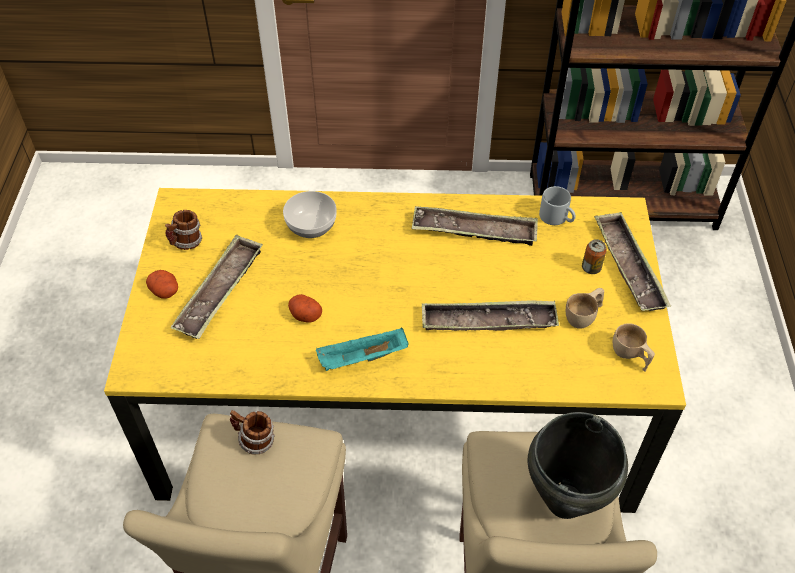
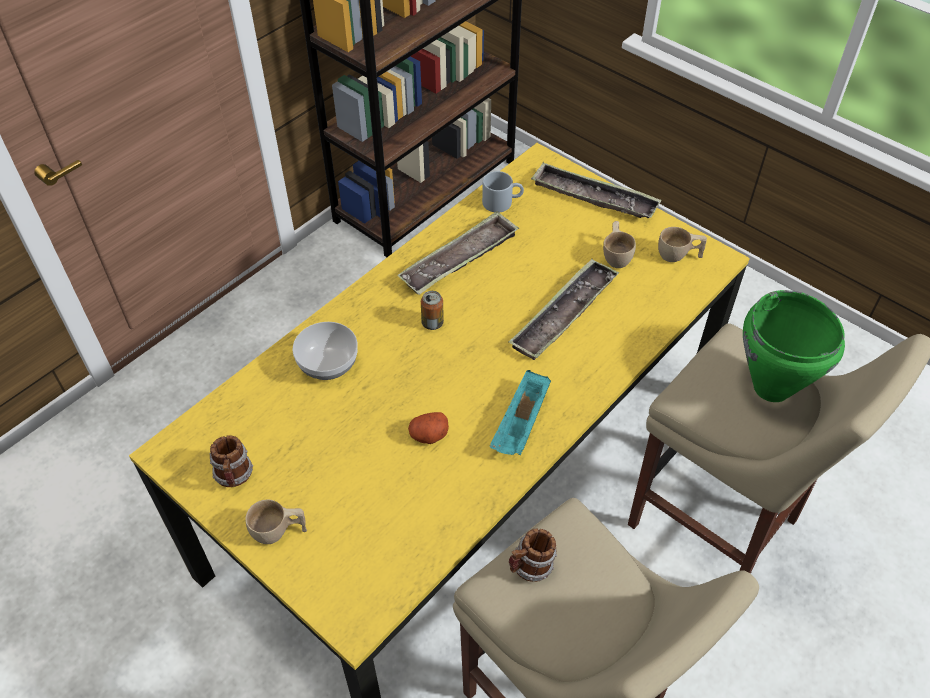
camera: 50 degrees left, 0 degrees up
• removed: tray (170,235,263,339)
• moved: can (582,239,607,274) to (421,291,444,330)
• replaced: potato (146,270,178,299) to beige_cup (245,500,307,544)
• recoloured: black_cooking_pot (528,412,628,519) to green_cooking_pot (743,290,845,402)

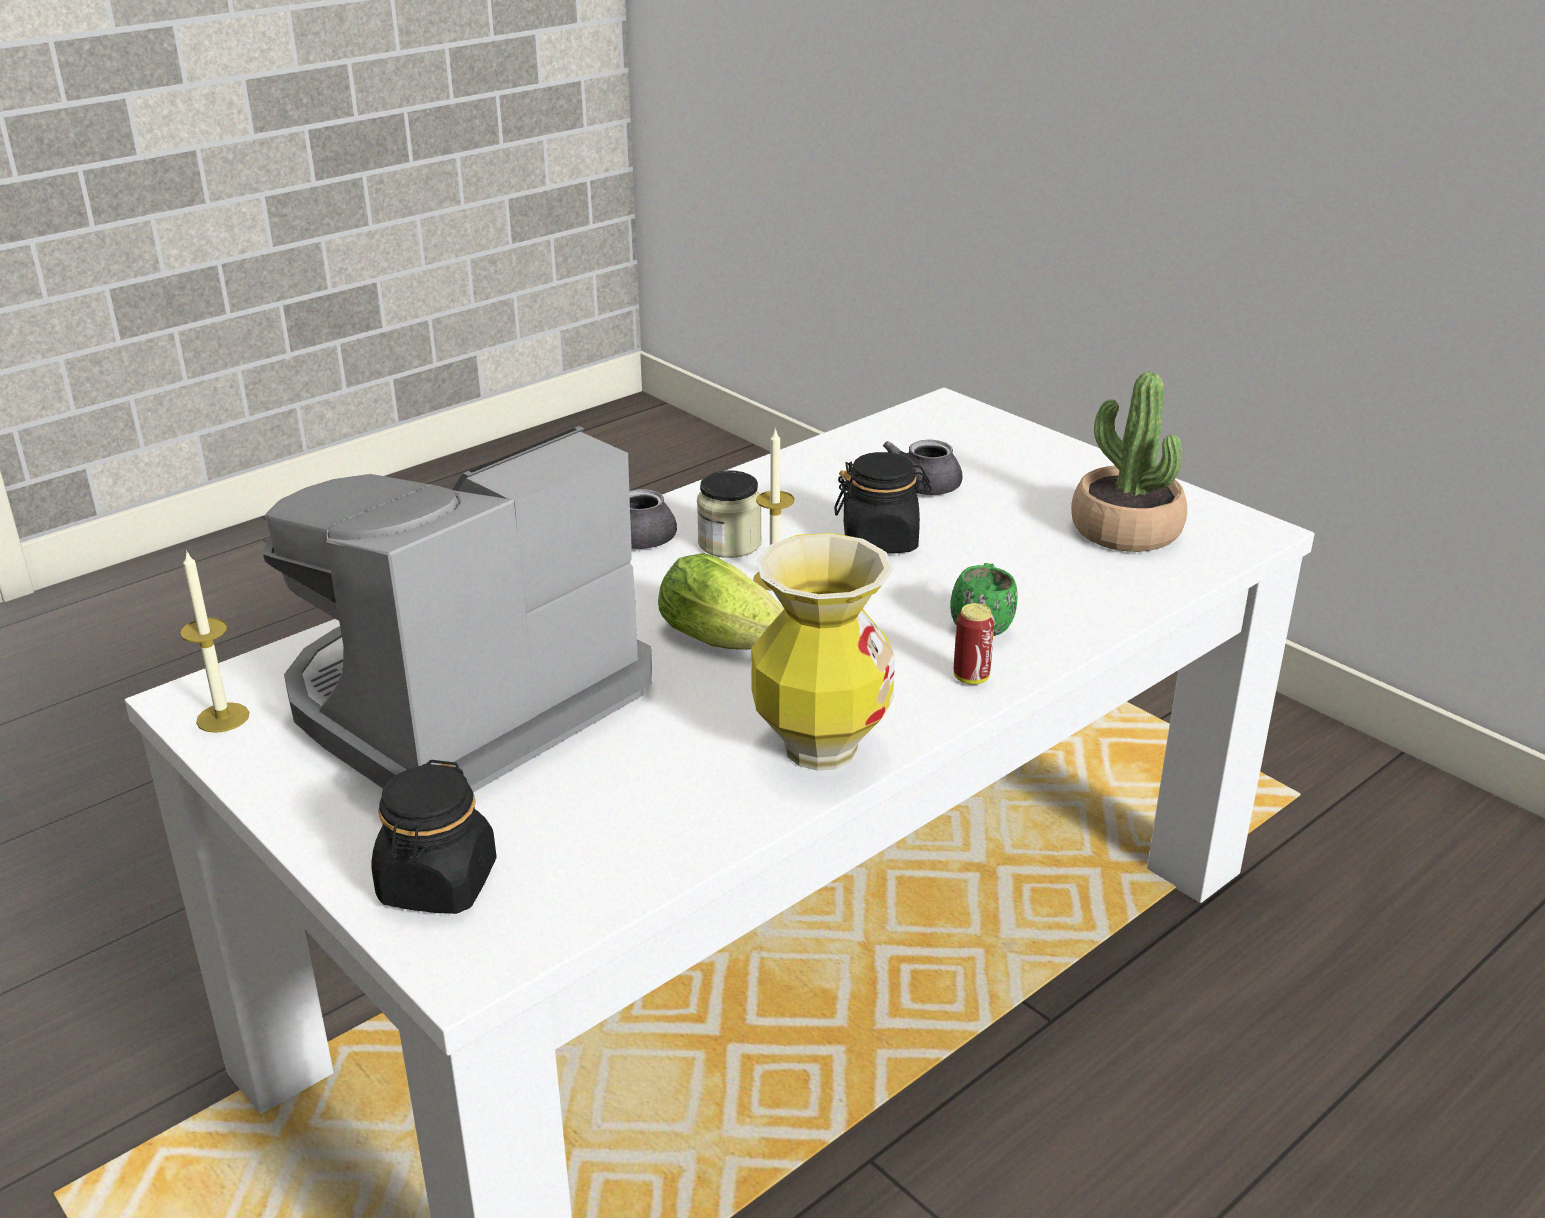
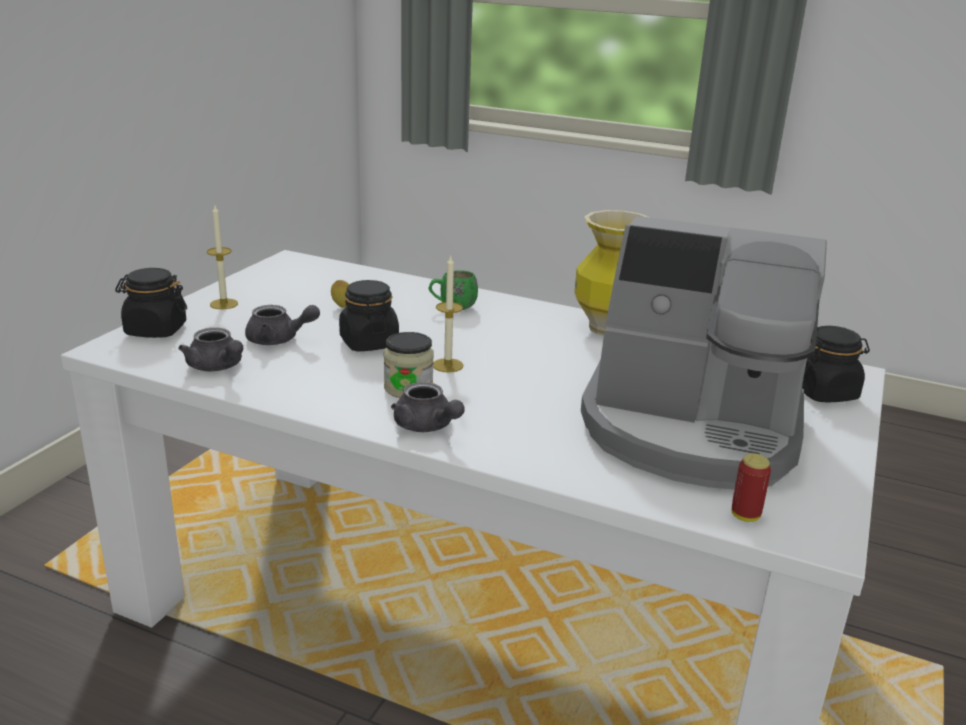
camera: 115 degrees left, 5 degrees down
• removed: lettuce (658,553,784,650)
• removed: potted_plant (1071,372,1187,552)
• added: black_jar (115,268,187,338)
• added: grey_teapot (178,328,243,371)
• added: lemon (331,280,349,308)
• moved: candle (180,550,249,733) to (207,205,238,310)
• moved: can (954,603,995,685) to (732,453,771,522)

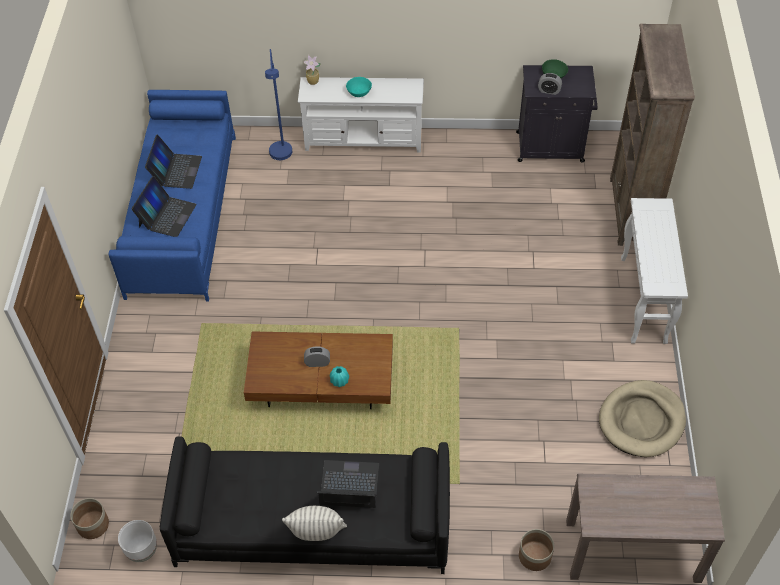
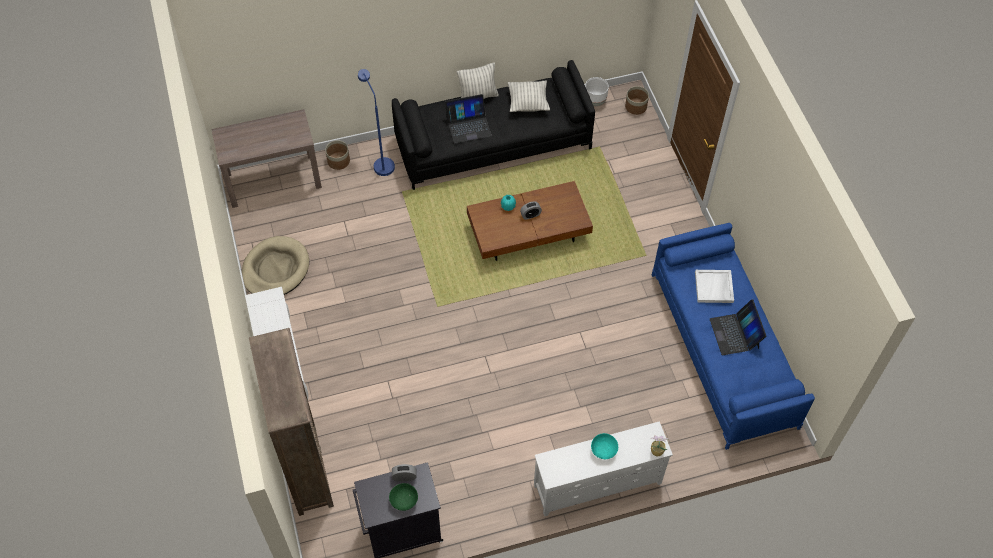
camera: 160 degrees right, 5 degrees up
• added: pillow (508,80,550,112)
• moved: blue_floor_lamp (265,49,292,160) to (358,69,395,176)
• replaced: laptop (131,176,197,237) to white_tray (695,270,734,303)

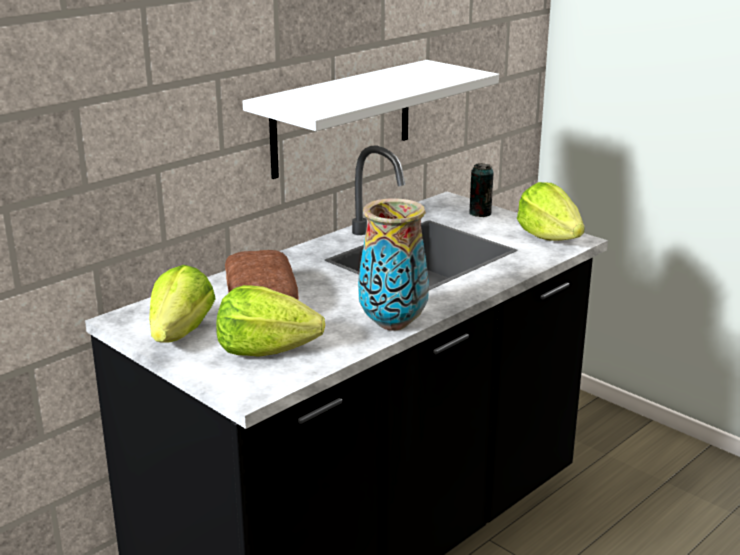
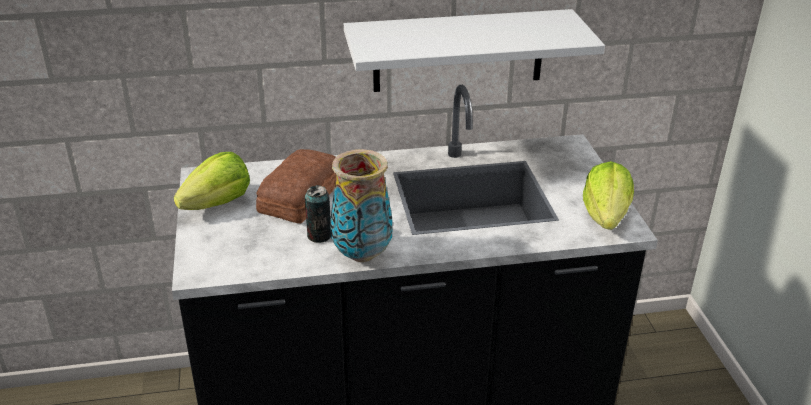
camera: 35 degrees right, 10 degrees up
• removed: lettuce (216,285,325,357)
• moved: can (469,163,493,217) to (305,185,331,243)

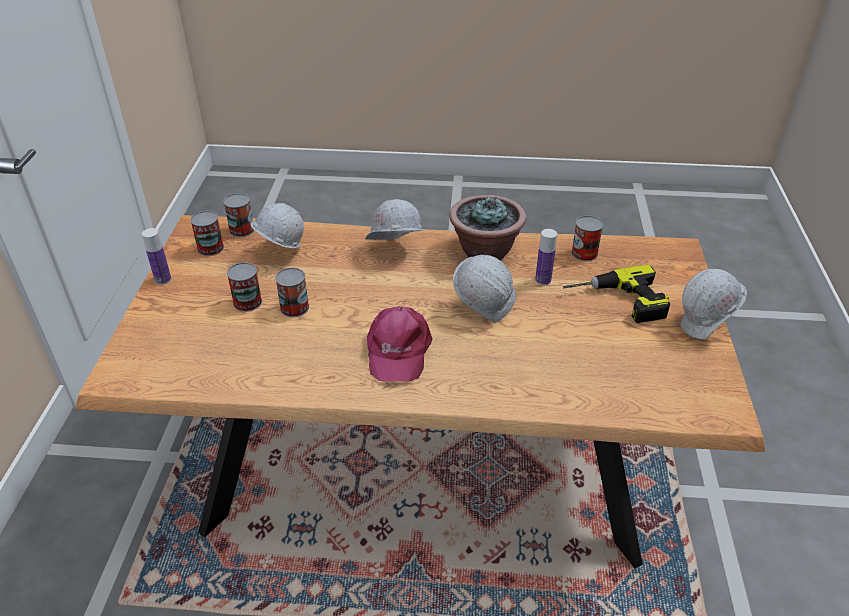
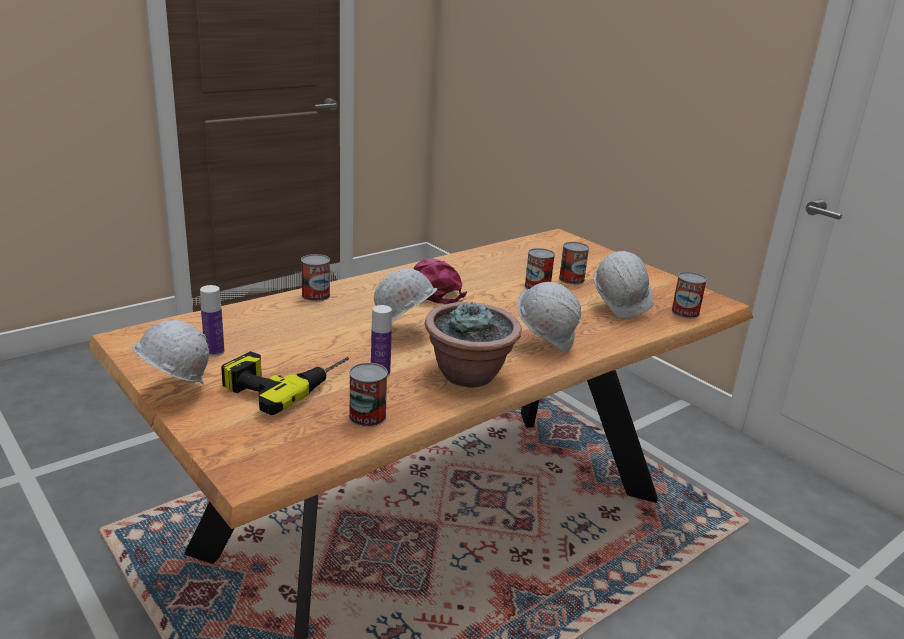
camera: 135 degrees right, 15 degrees down
• moved: bottle (142,228,171,285) to (200,285,224,357)
• moved: can (190,211,224,256) to (301,254,330,302)

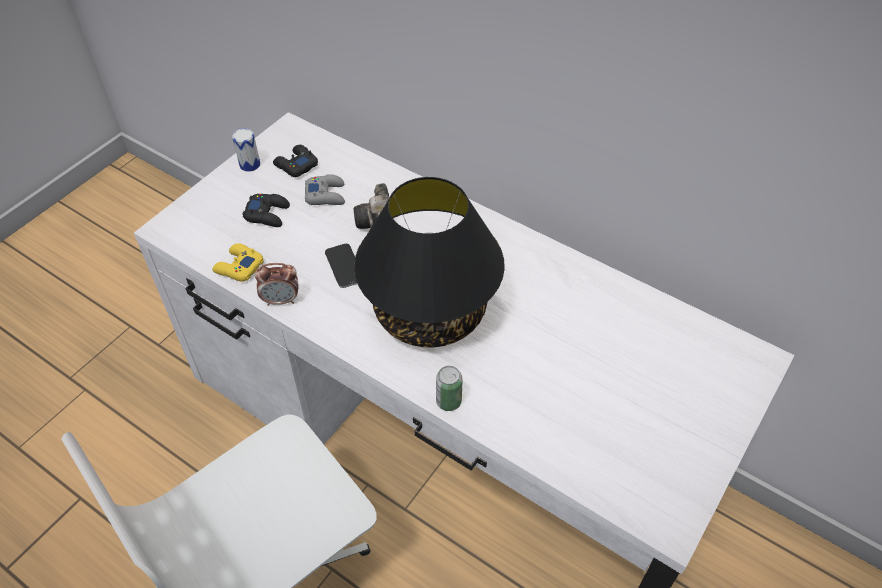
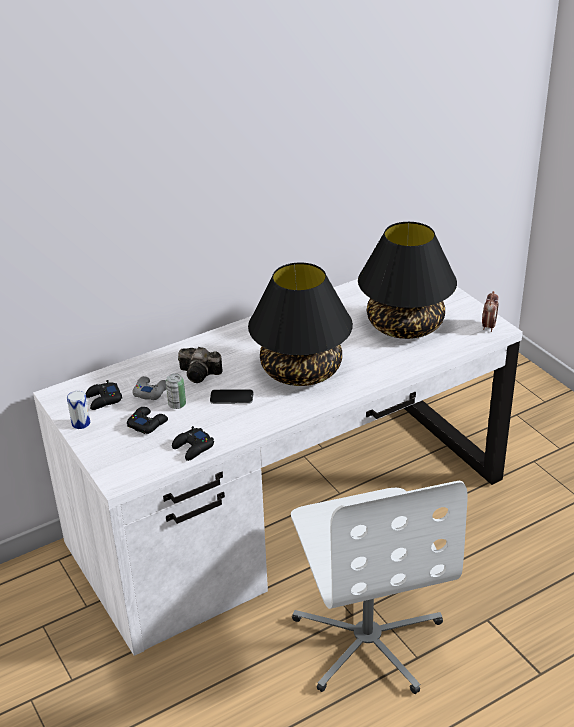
camera: 65 degrees left, 15 degrees down
• added: black_table_lamp (358,222,457,339)
• moved: alarm_clock (255,263,299,306) to (482,291,499,332)
• moved: can (436,366,463,411) to (166,373,186,409)
• recoloured: yellow_game_controller (212,243,264,282) to black_game_controller (172,426,214,461)

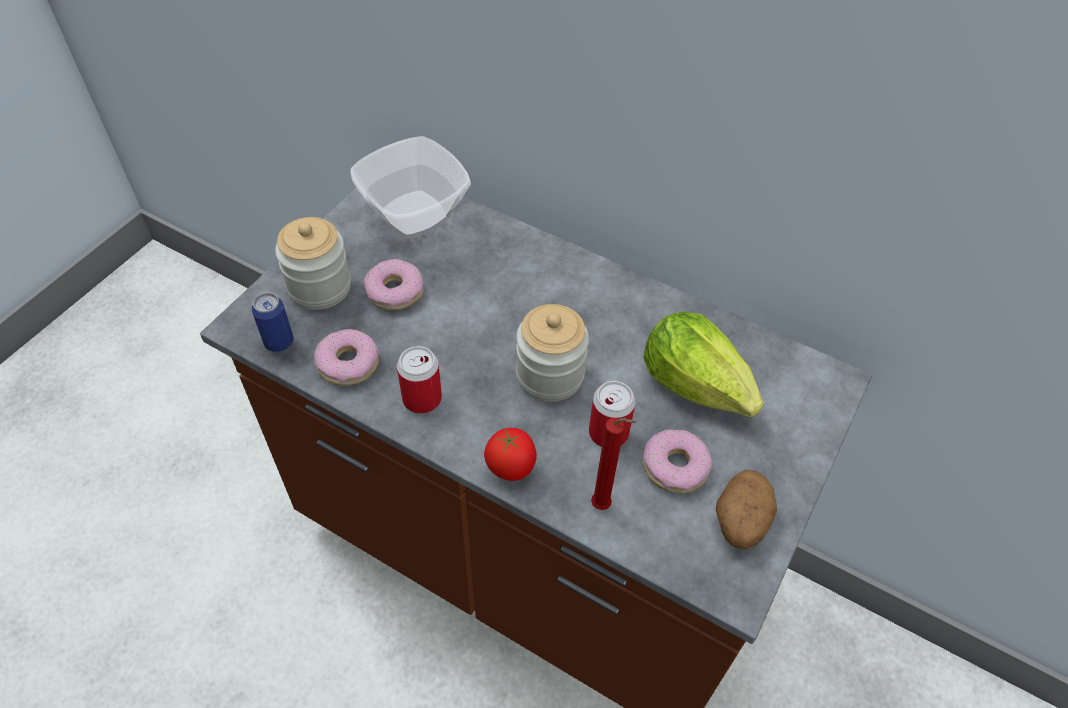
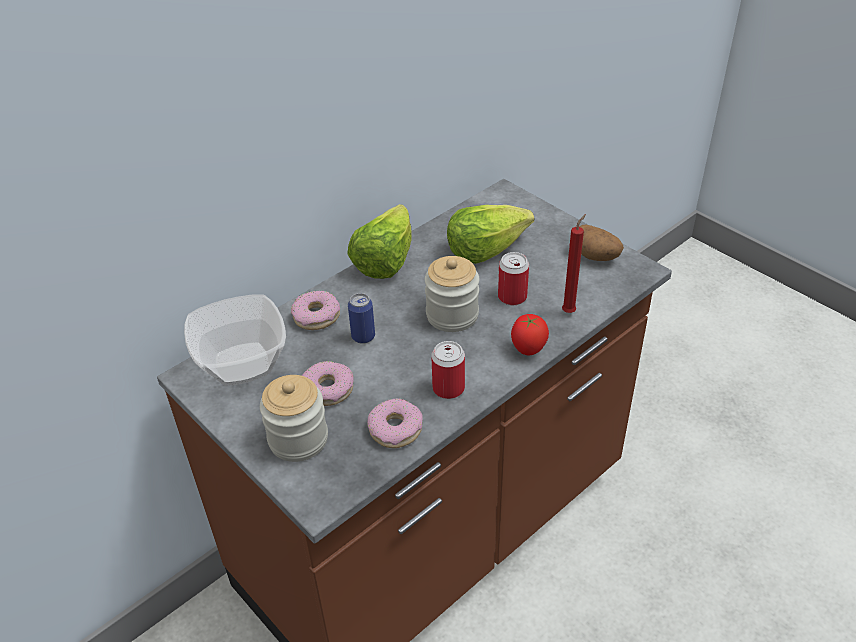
camera: 70 degrees left, 10 degrees down
• added: lettuce (347,204,412,279)
• moved: can (252,292,293,352) to (348,293,375,344)
• moved: donut (643,429,712,494) to (291,291,340,330)

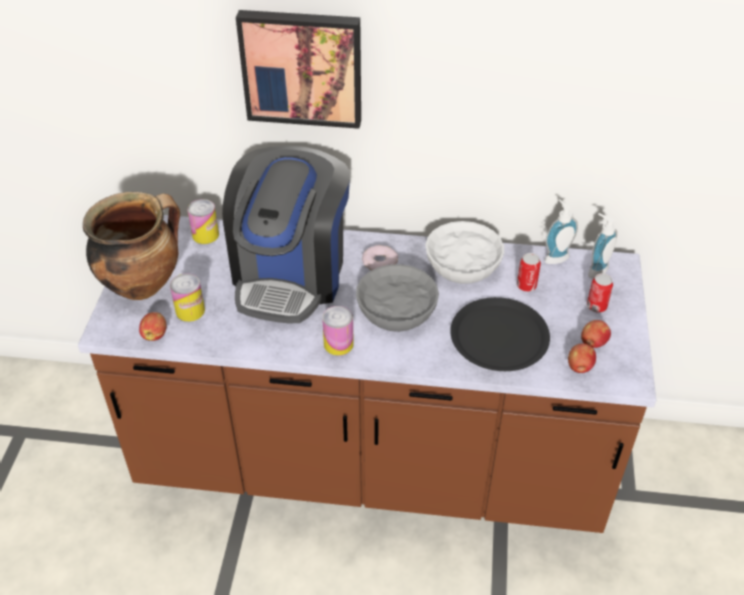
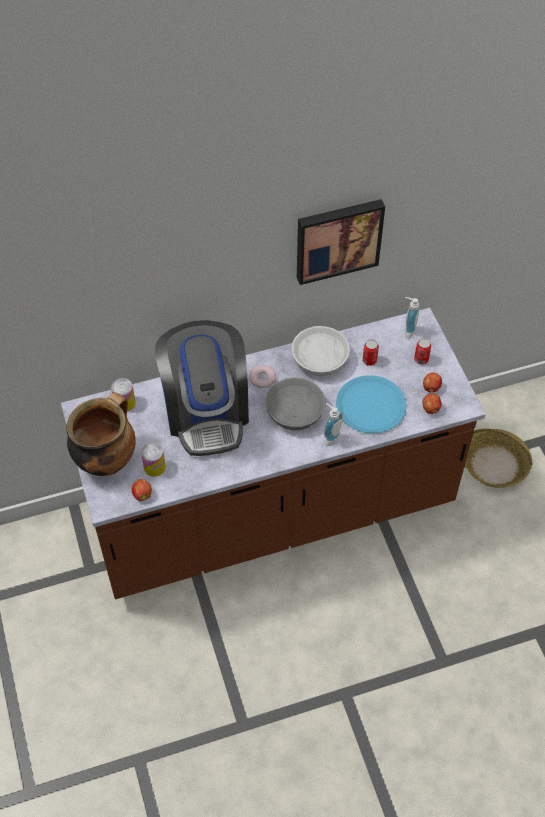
camera: 25 degrees left, 10 degrees up
• removed: can (322,306,354,356)
• added: basket (465,429,533,488)
• moved: picture (236,10,361,129) to (297,199,385,285)
• moved: soap_dispenser (544,199,578,264) to (324,403,343,446)
• recoloured: black_plate (450,297,550,371) to blue_plate (336,375,406,433)

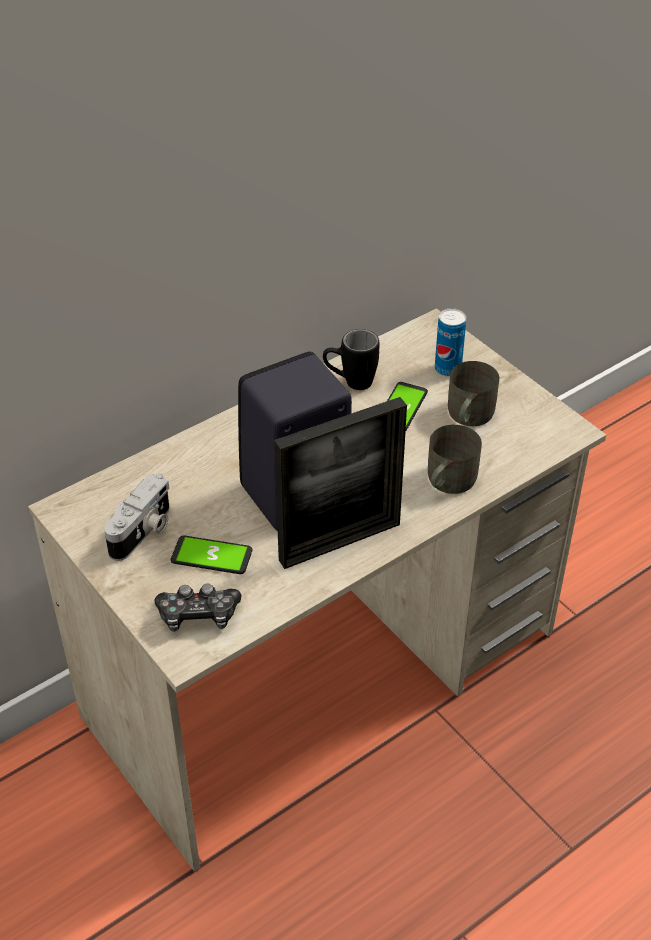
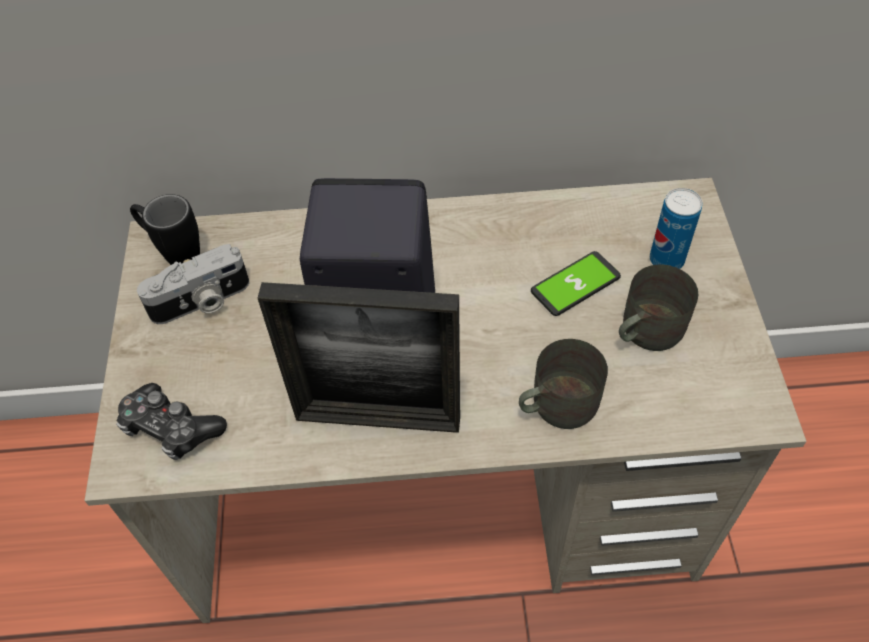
camera: 35 degrees right, 10 degrees up
• removed: phone (171,535,252,574)
• moved: black_mug (323,329,379,390) to (130,194,200,265)

